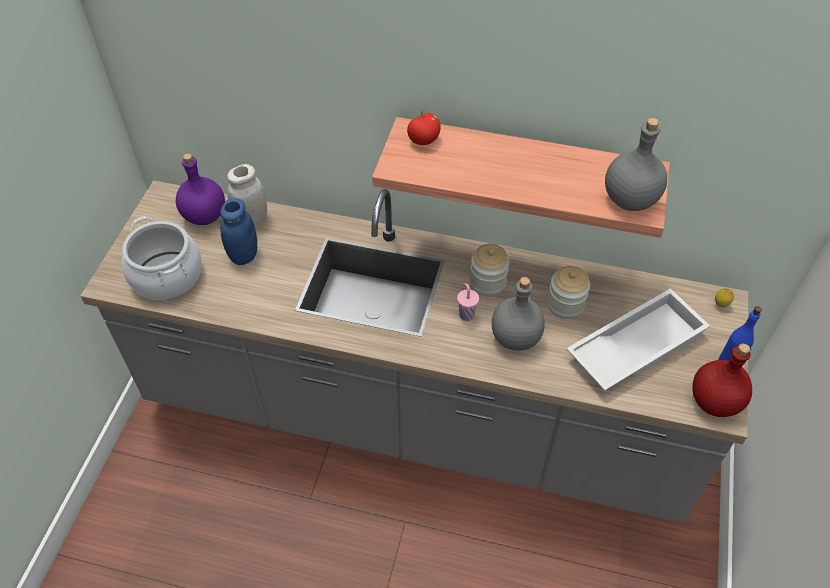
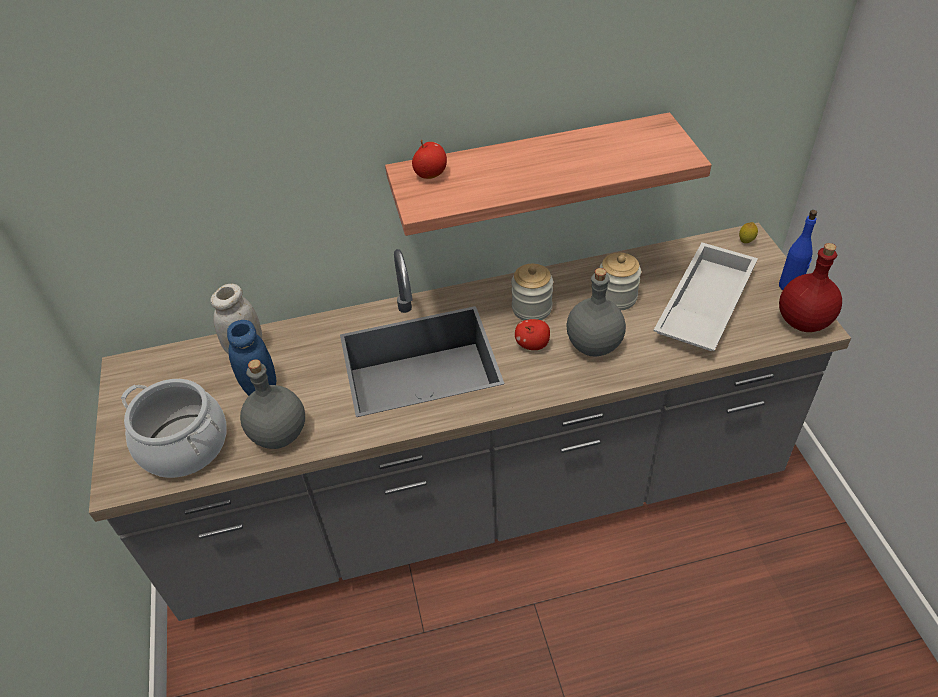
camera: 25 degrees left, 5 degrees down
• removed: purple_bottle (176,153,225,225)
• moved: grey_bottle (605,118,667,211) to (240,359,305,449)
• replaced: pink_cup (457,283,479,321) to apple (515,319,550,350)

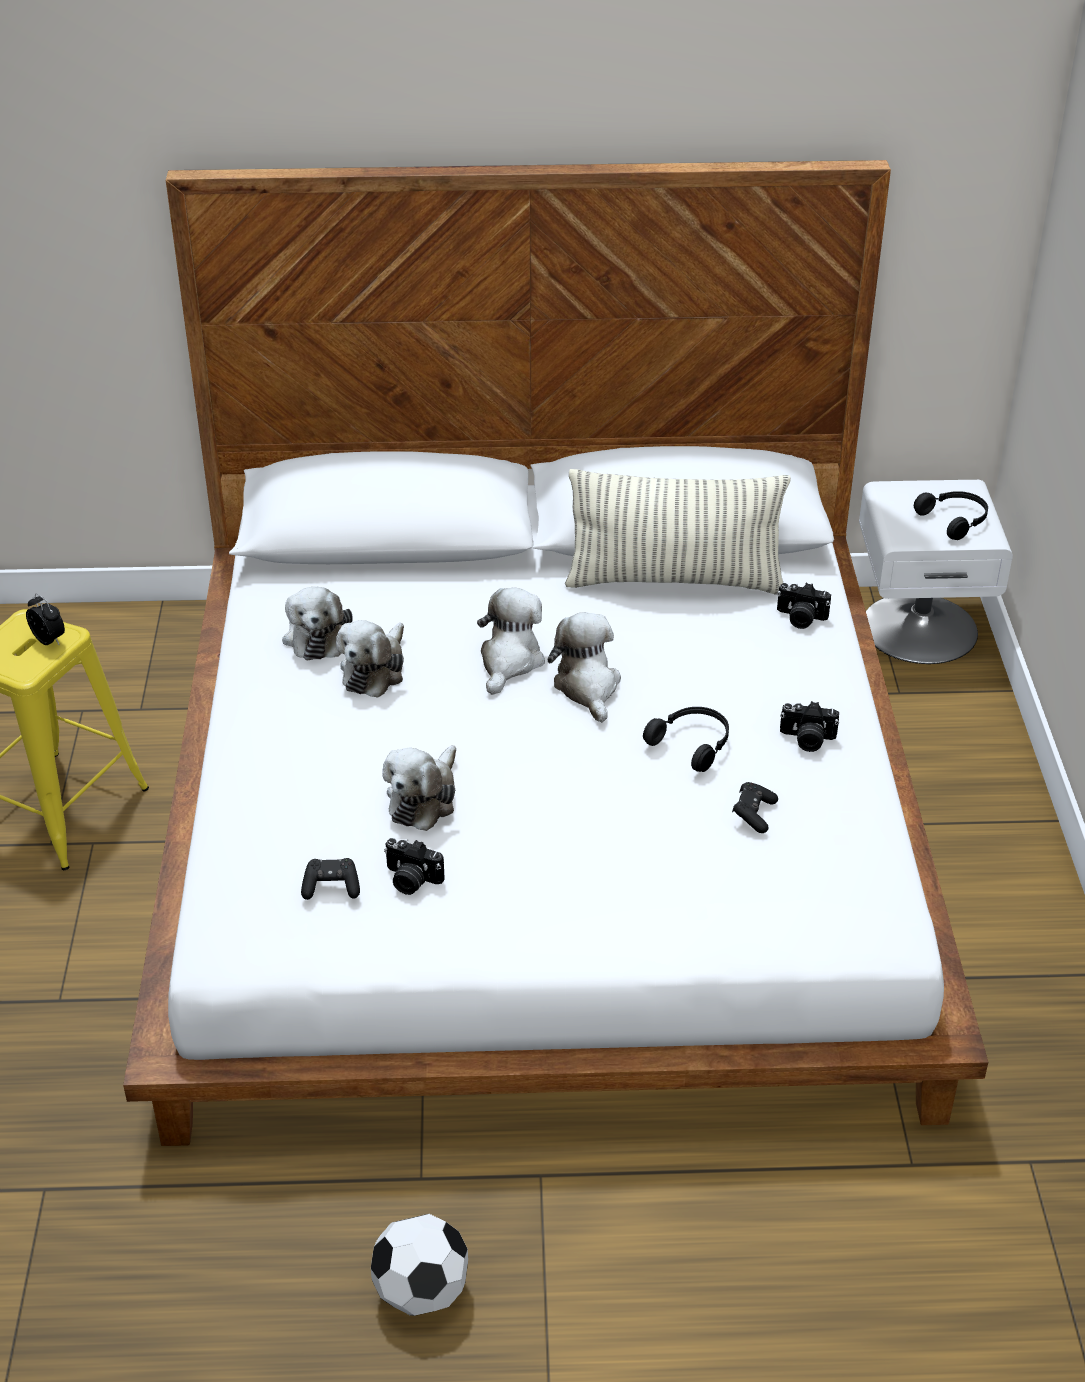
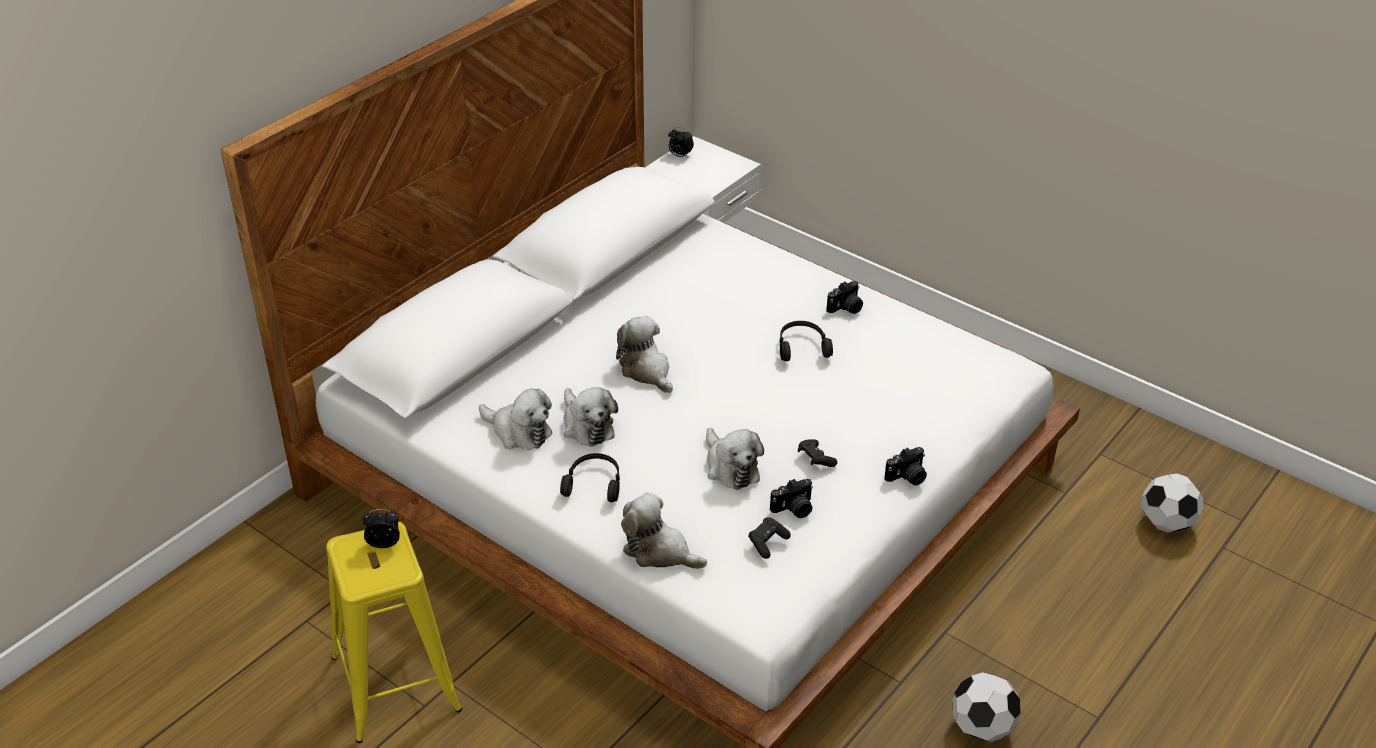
camera: 50 degrees left, 0 degrees up
• removed: pillow (565,469,791,594)
• added: alarm_clock (668,127,694,158)
• added: football (1142,473,1203,533)
• moved: plush_toy (548,612,621,723) to (621,493,707,569)
• moved: black_game_controller (732,782,778,833) to (798,439,837,467)
• moved: photo_camera (777,583,831,629) to (884,447,927,486)
• moved: black_headphones (914,491,988,540) to (560,453,620,502)

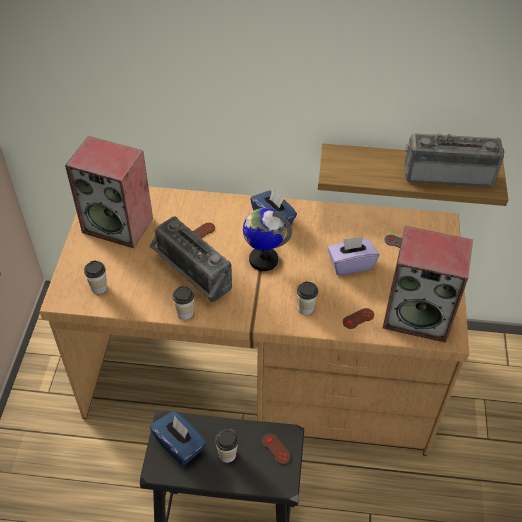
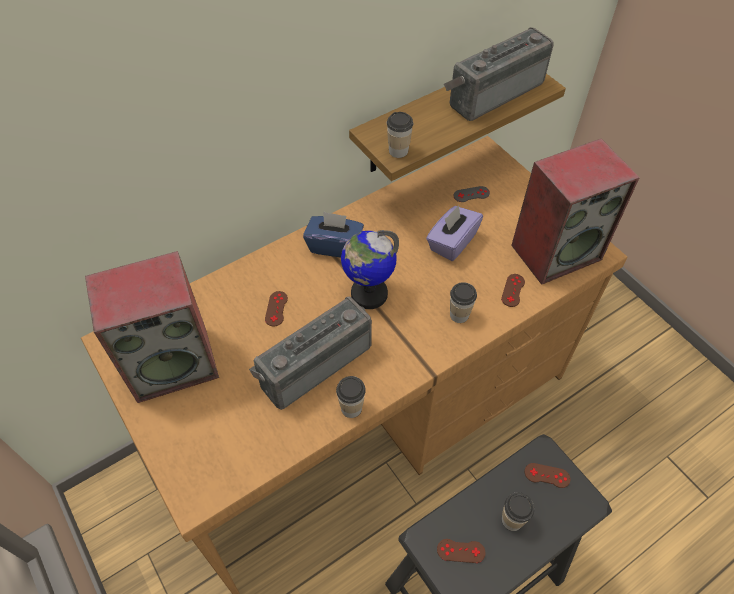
camera: 40 degrees left, 5 degrees up
• moved: cup (84,261,107,294) to (387,112,413,158)
• replaced: blue_tissue_box (150,411,207,466) to brown_game_controller (437,539,486,563)
• turned: radio (150,216,232,302) = (249,297,372,410) 135 degrees clockwise

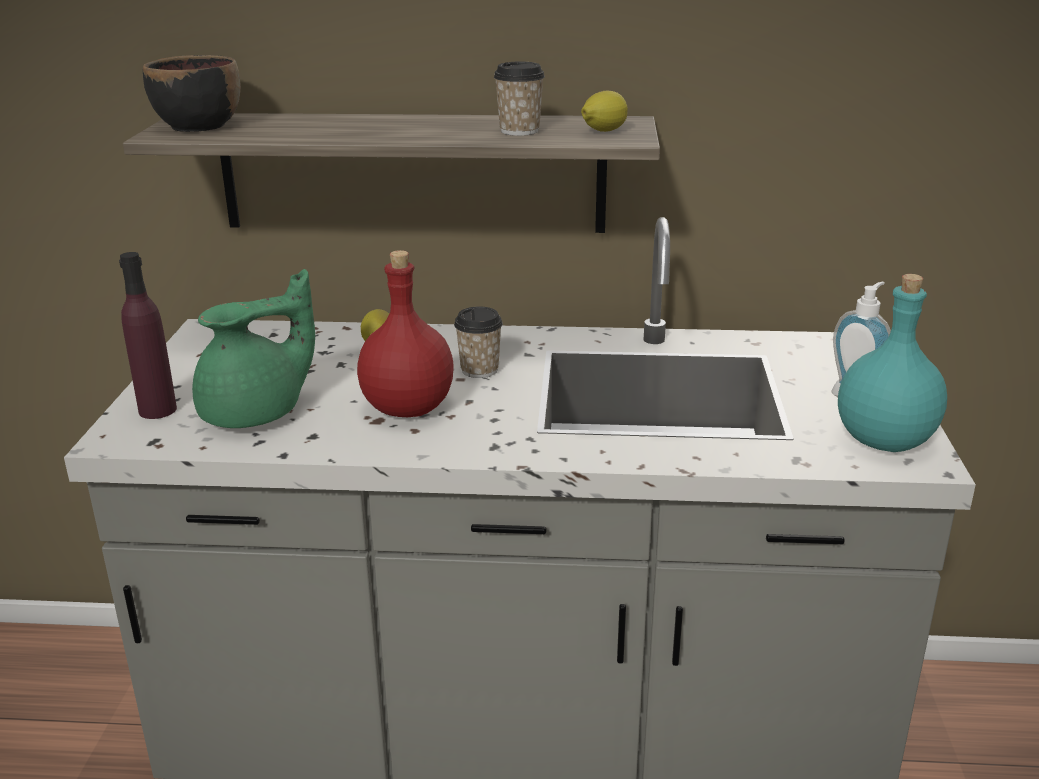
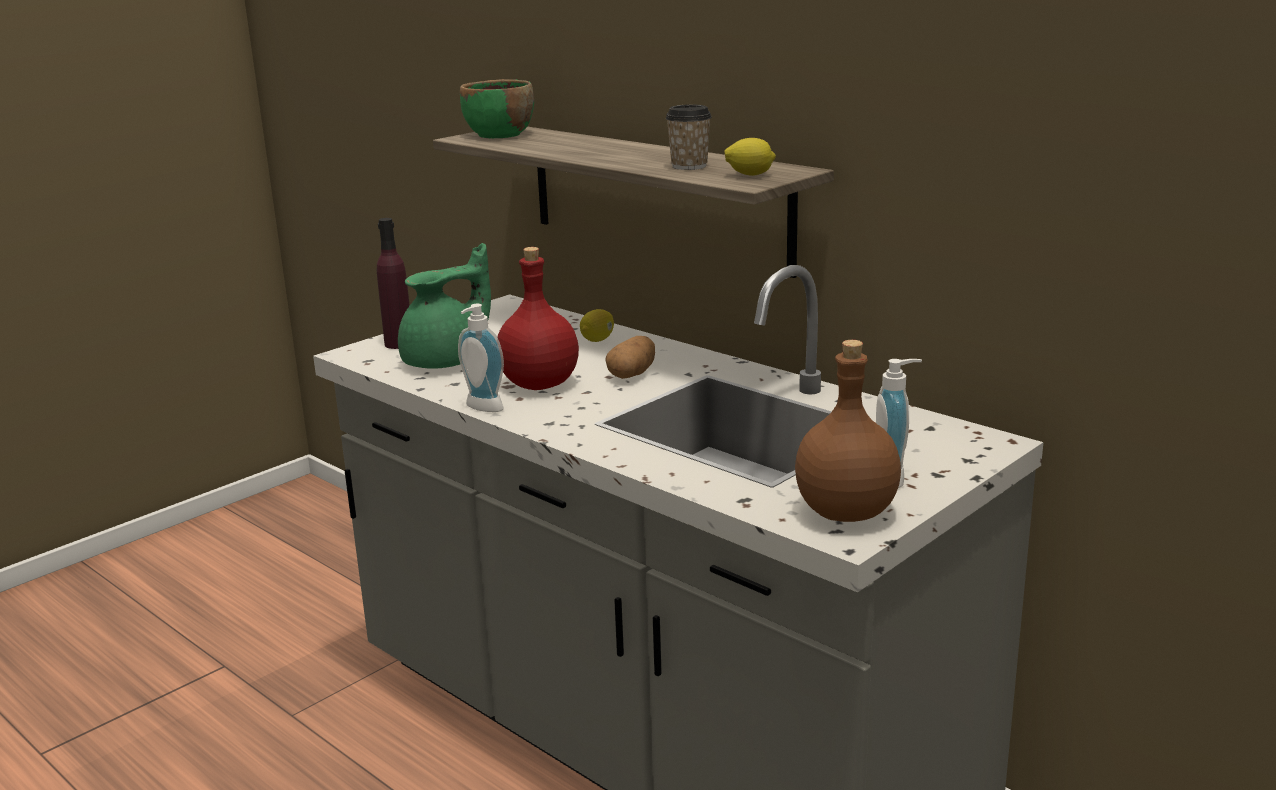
camera: 40 degrees right, 5 degrees down
• added: soap_dispenser (458,304,504,412)
• replaced: cup (454,306,503,378) to potato (605,336,655,379)
• recoloured: black_bowl (143,55,241,132) to green_bowl (460,79,534,138)
• recoloured: turquoise_bottle (838,274,947,452) to brown_bottle (795,340,901,522)
• turned: green_teapot (192,269,315,428) = (398,243,491,369) 45 degrees counterclockwise

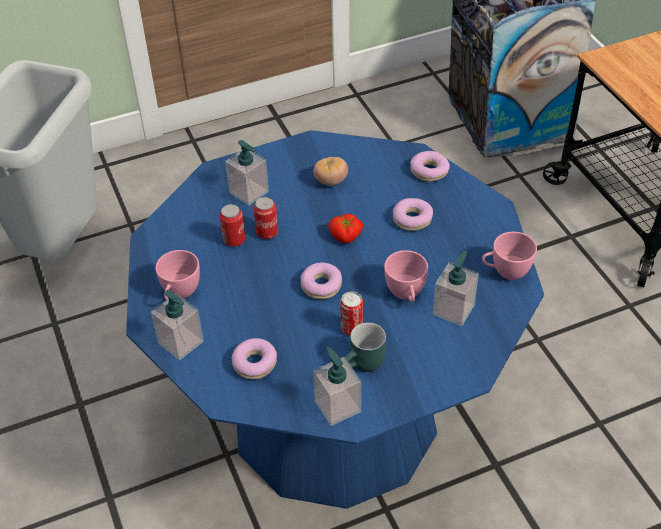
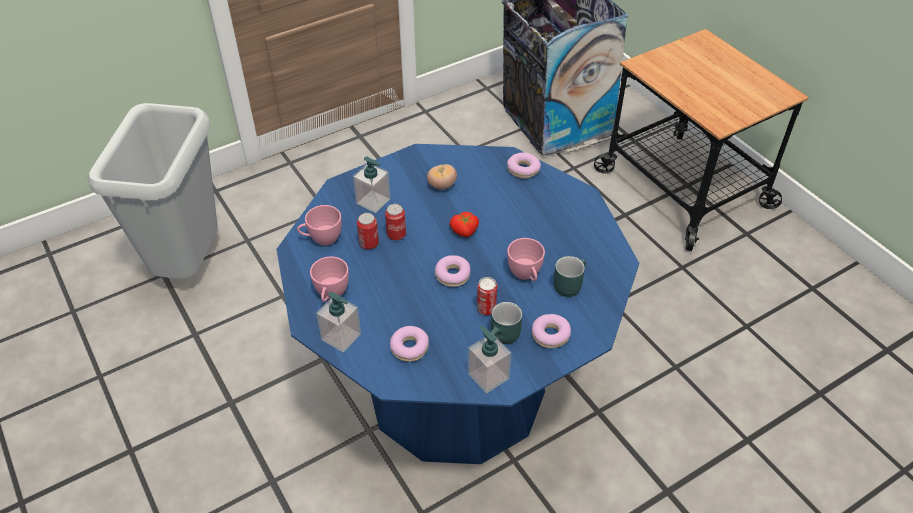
camera: 10 degrees left, 0 degrees up
• moved: donut (393,198,433,231) to (532,314,571,348)
• moved: pink_cup (482,232,537,280) to (297,205,342,245)
• replaced: soap_dispenser (433,250,479,326) to turquoise_mug (554,256,586,297)

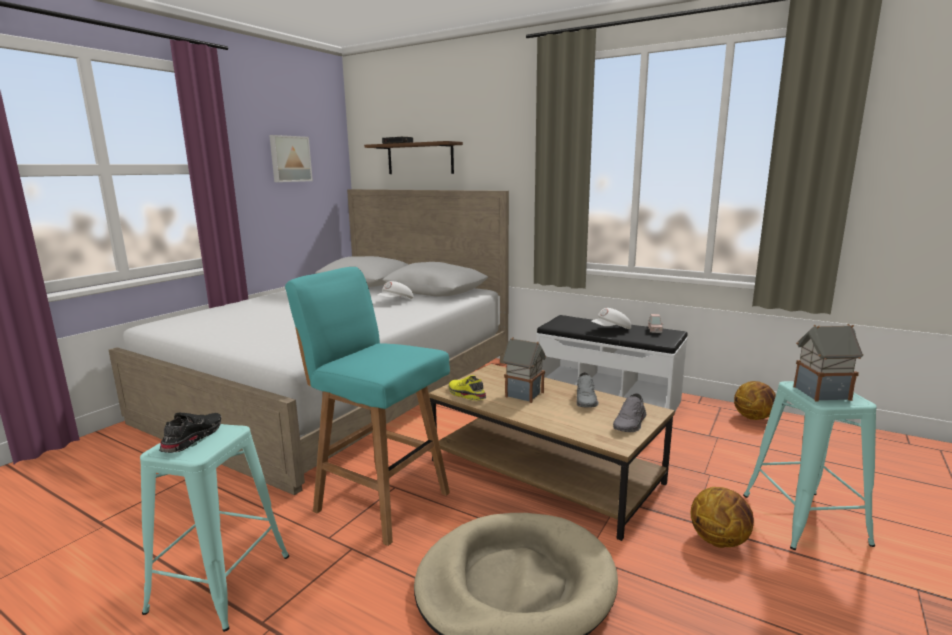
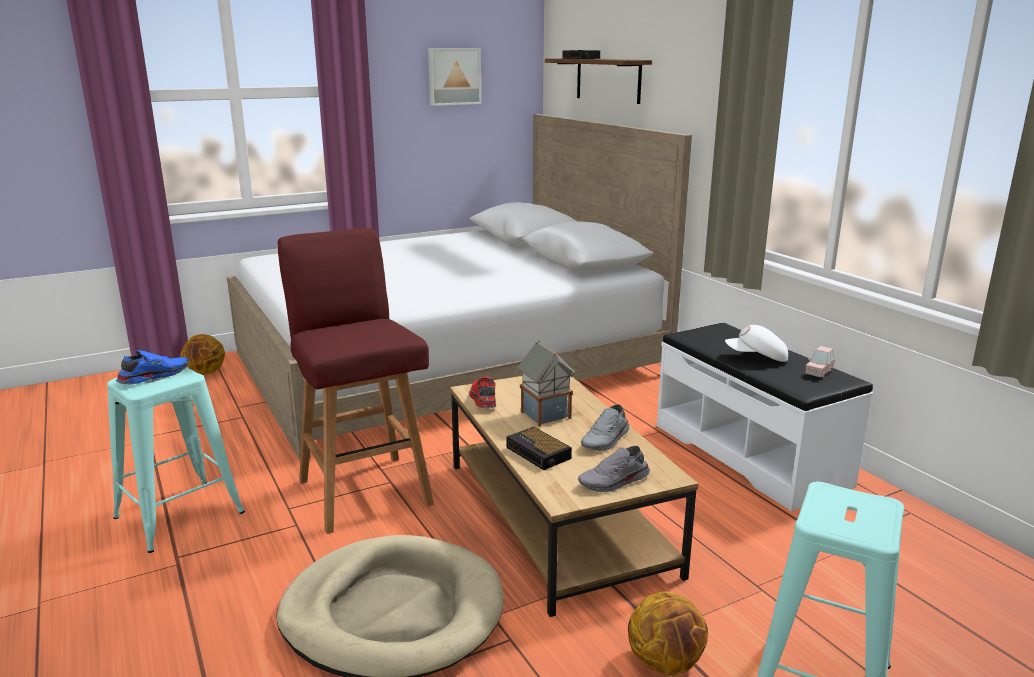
camera: 30 degrees right, 5 degrees up
• removed: white_cap (377,281,413,299)
• removed: toy_house (793,324,863,402)
• added: alarm_clock (507,427,572,470)
• moved: basketball (734,381,776,420) to (180,334,225,375)
• recoloured: black_shoe (159,413,221,453) to blue_shoe (116,350,188,385)
• recoloured: turquoise_stool (285,267,450,546) to red_stool (278,228,434,534)
• recoloured: yellow_shoe (449,375,486,400) to red_shoe (469,377,496,408)

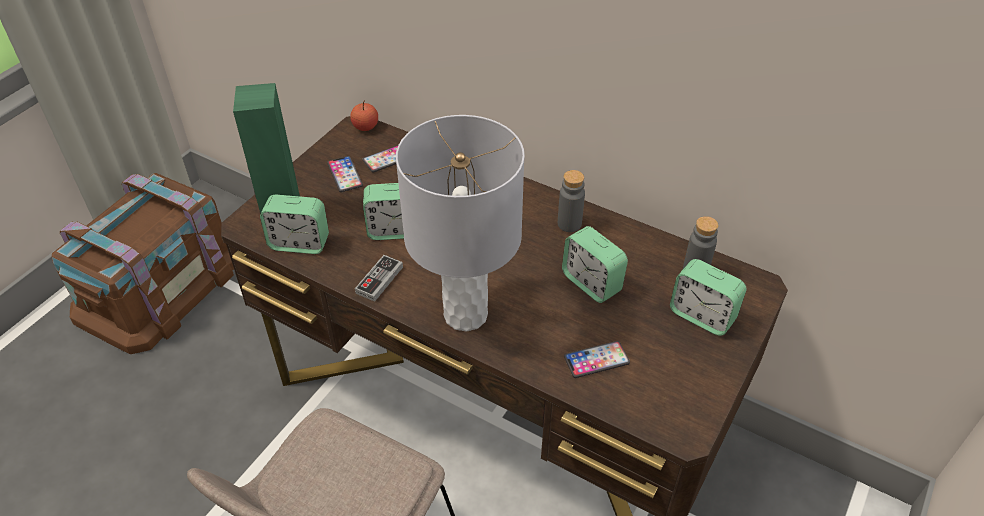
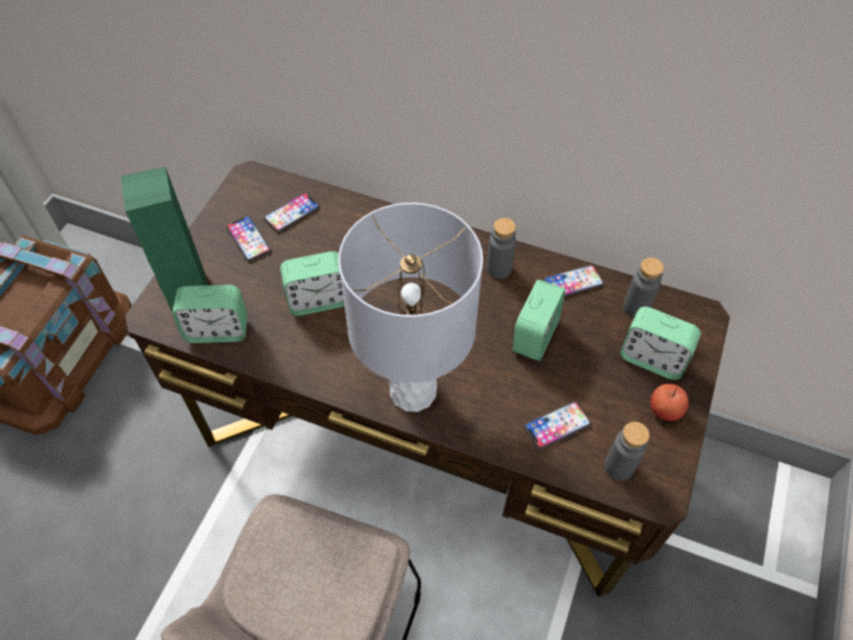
camera: 10 degrees left, 10 degrees up
• removed: game_controller (355,255,403,302)
• added: phone (543,264,604,297)
• added: grey_bottle (604,422,650,481)
• moved: apple (350,100,378,131) to (651,384,689,421)
• turned: alarm_clock (562,226,628,303) = (513,280,565,361) 105 degrees counterclockwise

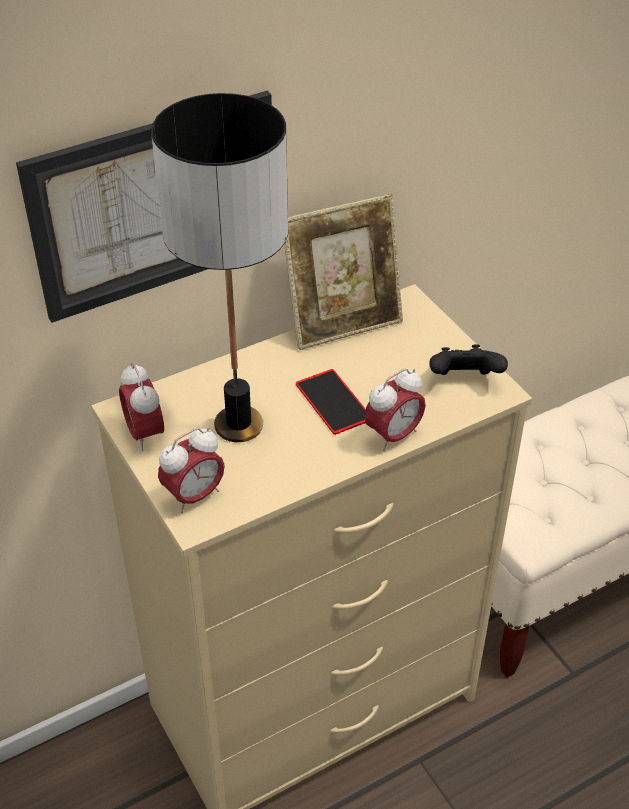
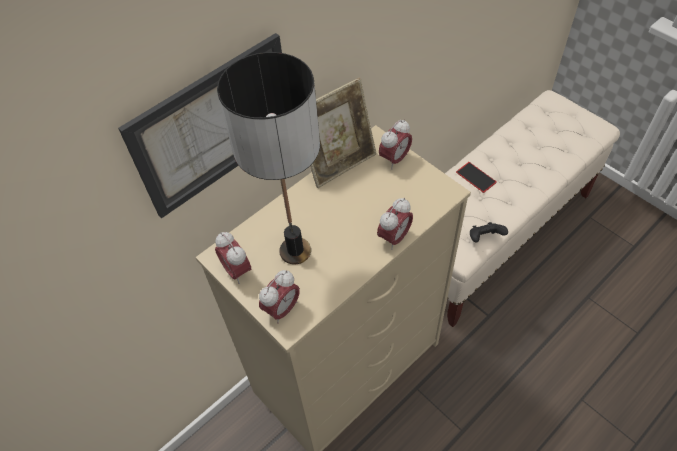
camera: 10 degrees left, 10 degrees up
• added: alarm_clock (379,119,412,169)
• moved: phone (296,369,366,435) to (456,162,497,193)
• moved: black_game_controller (430,344,508,375) to (470,222,508,242)

